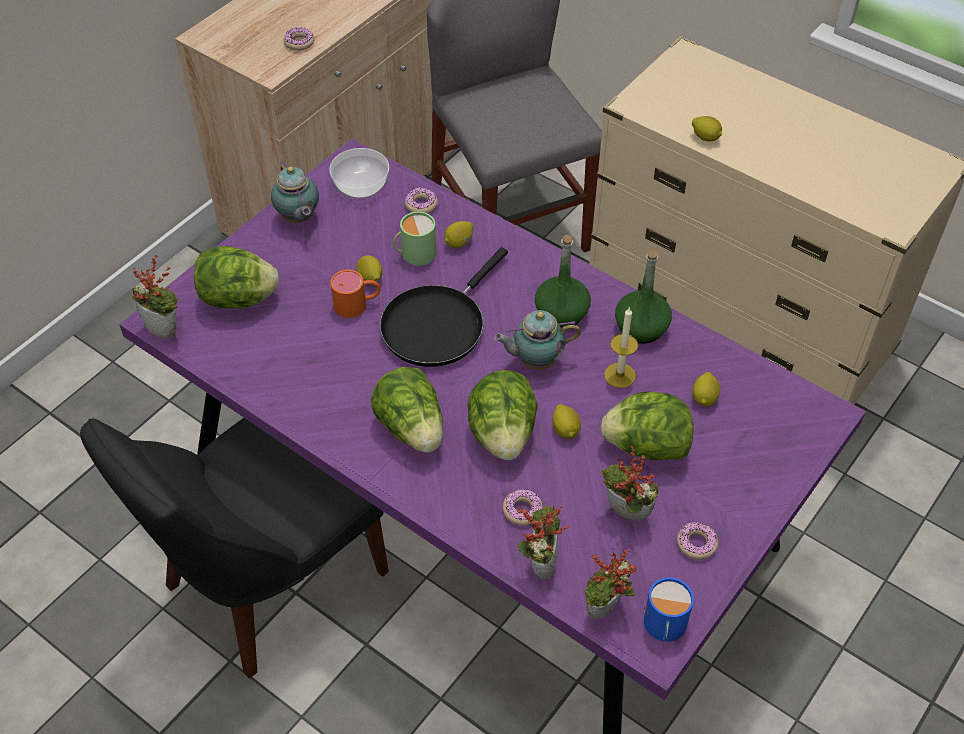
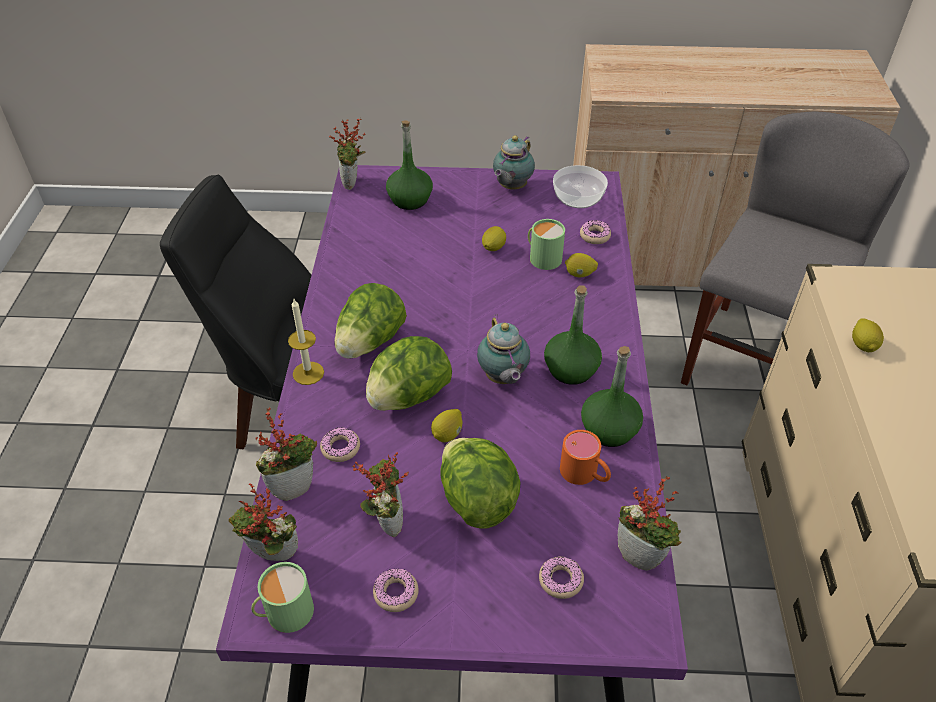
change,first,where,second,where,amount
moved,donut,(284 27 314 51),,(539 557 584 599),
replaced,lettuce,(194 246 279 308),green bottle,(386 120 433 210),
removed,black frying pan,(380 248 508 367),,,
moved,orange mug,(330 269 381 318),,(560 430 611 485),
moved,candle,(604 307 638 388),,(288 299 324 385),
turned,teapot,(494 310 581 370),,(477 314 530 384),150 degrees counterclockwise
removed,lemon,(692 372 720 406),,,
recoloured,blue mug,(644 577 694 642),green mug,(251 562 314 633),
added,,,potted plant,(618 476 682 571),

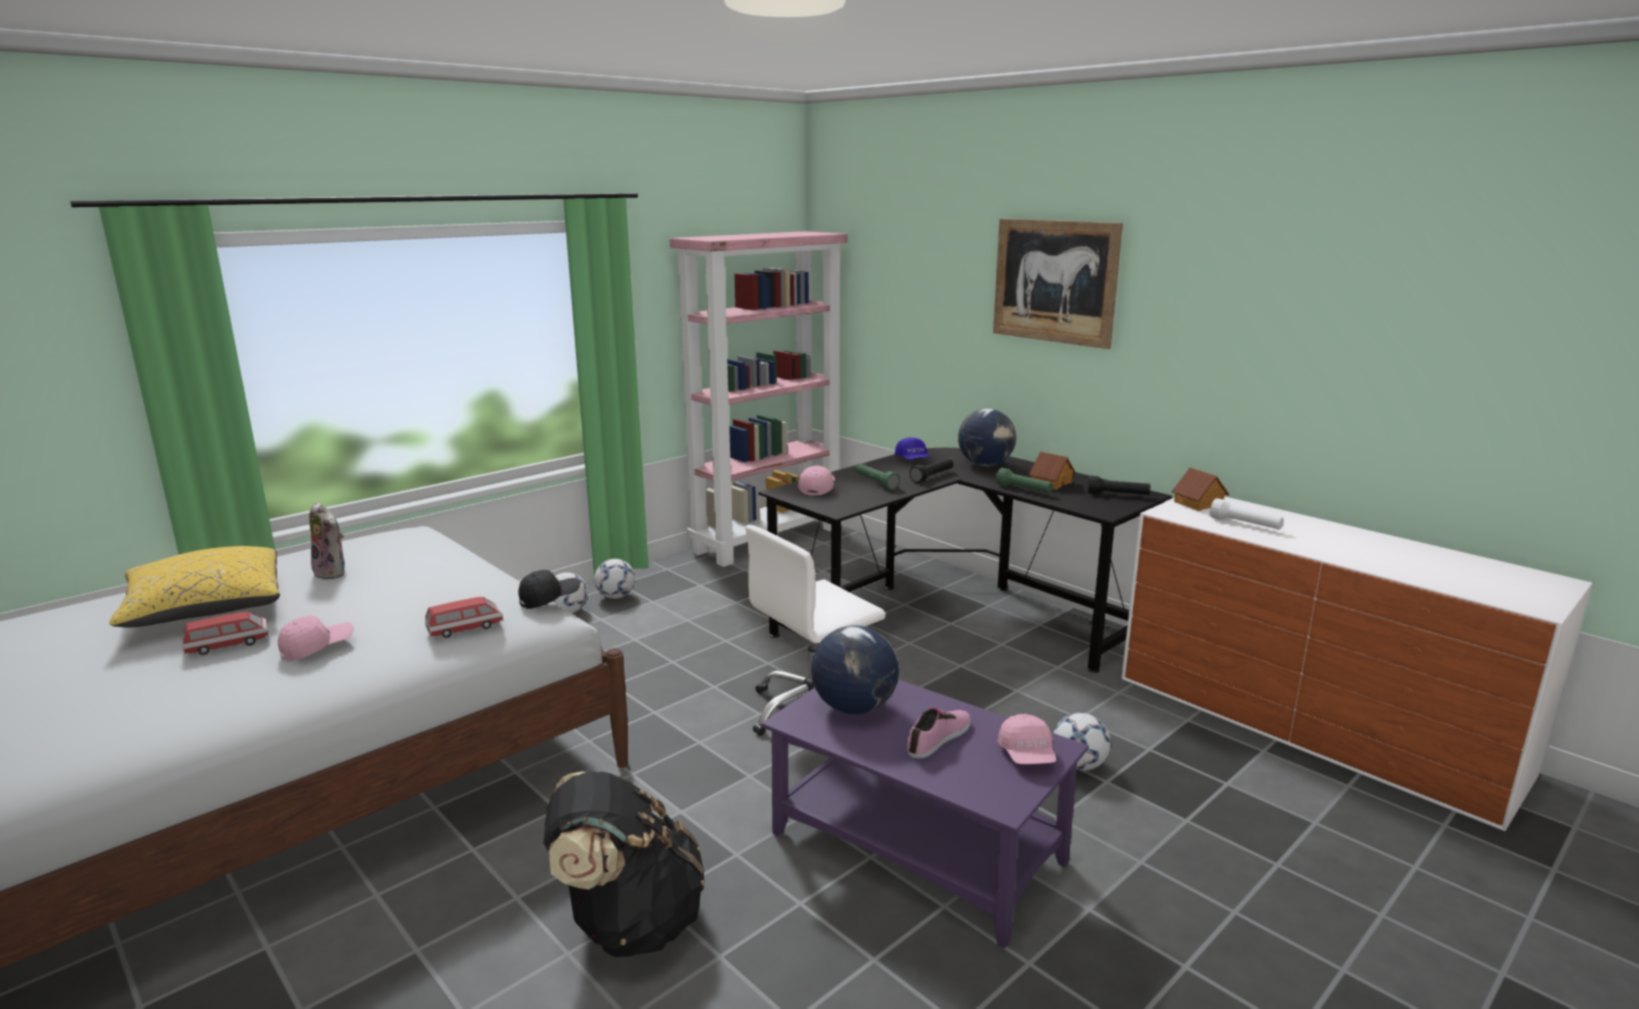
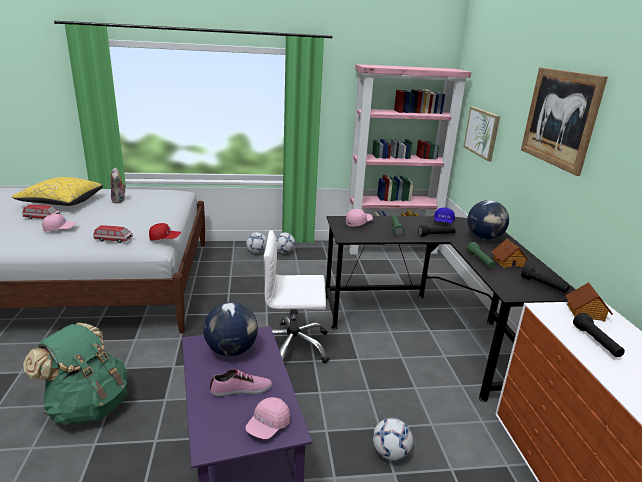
change,first,where,second,where,amount
recoloured,white flashlight,(1210 498 1284 530),black flashlight,(573 313 625 357),
recoloured,black cap,(518 570 580 609),red cap,(149 223 181 241),
recoloured,black backpack,(544 771 705 957),green backpack,(23 323 127 425),
added,,,picture,(464 107 500 161),

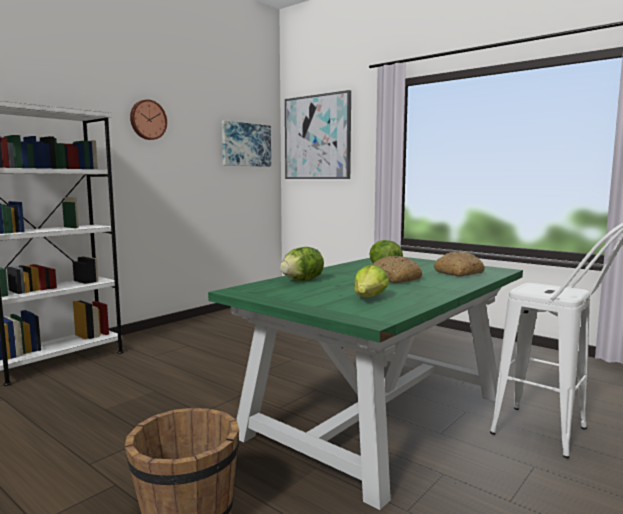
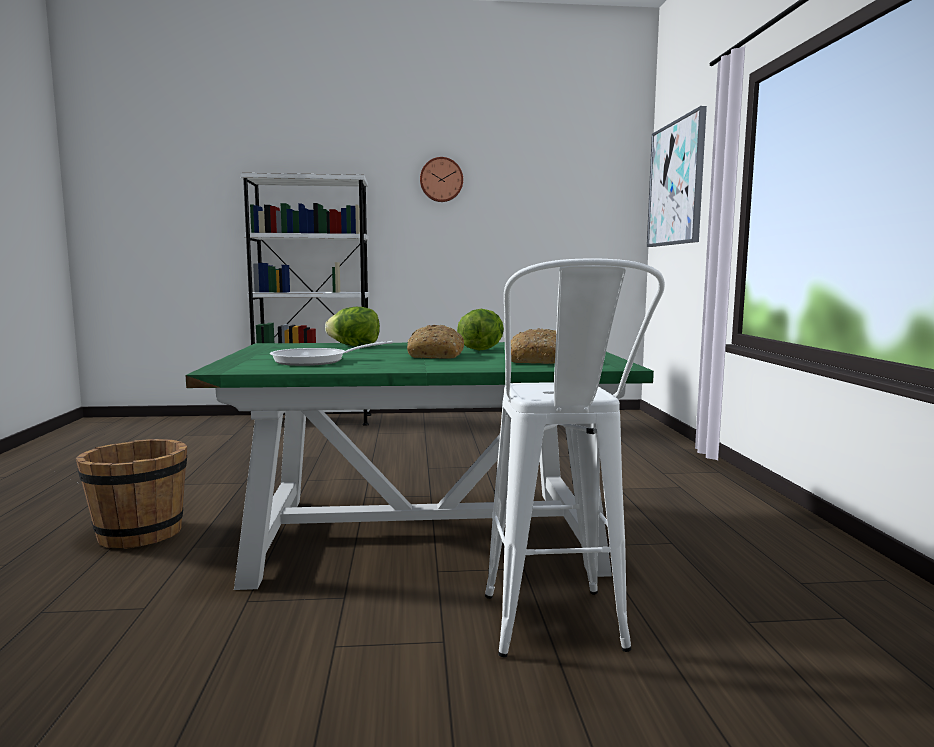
change,first,where,second,where,amount
removed,picture,(222 120 271 167),,,
replaced,lettuce,(354 265 390 297),frying pan,(270 341 393 366),

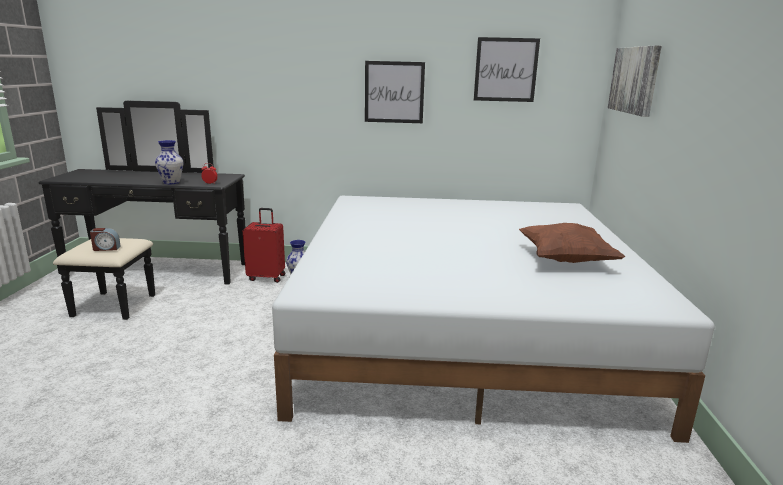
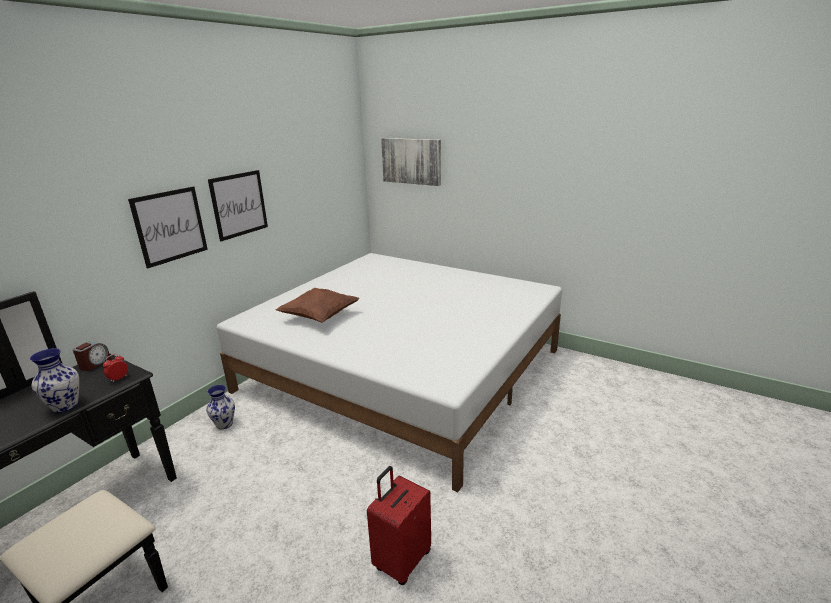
change,first,where,second,where,amount
moved,picture,(474 37 540 102),,(128 186 208 268),
moved,red suitcase,(243 208 285 283),,(367 466 431 585),
moved,brown pillow,(519 223 625 263),,(276 288 360 323),
moved,alarm clock,(90 228 121 251),,(73 342 111 371),

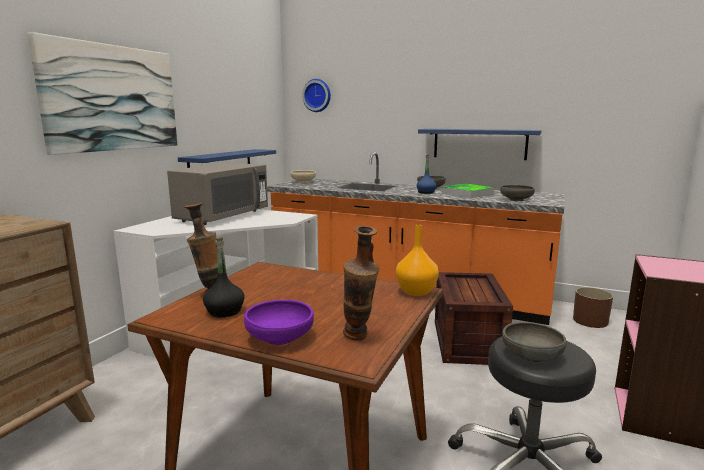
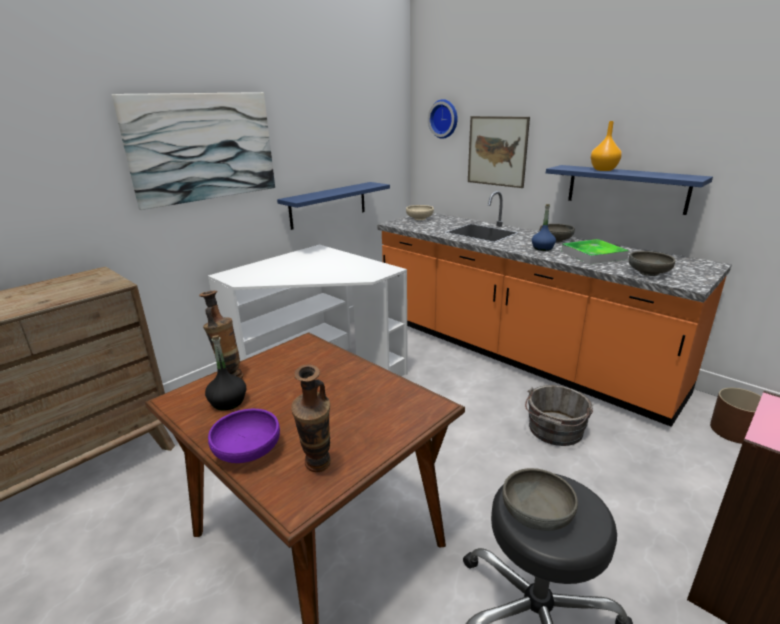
change,first,where,second,where,amount
removed,grey microwave,(167 163 268 225),,,
moved,orange vase,(396 225 439 296),,(591 121 622 171),
replaced,crate,(435 272 513 365),grey bucket,(525 385 593 446),
added,,,picture,(468 116 530 188),

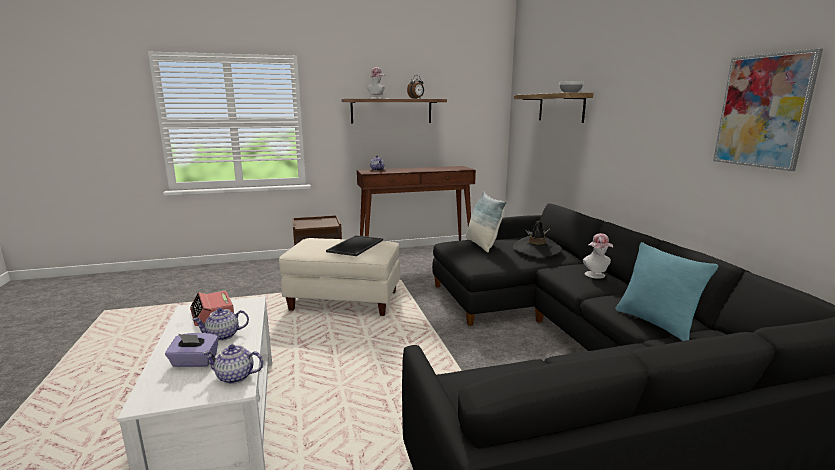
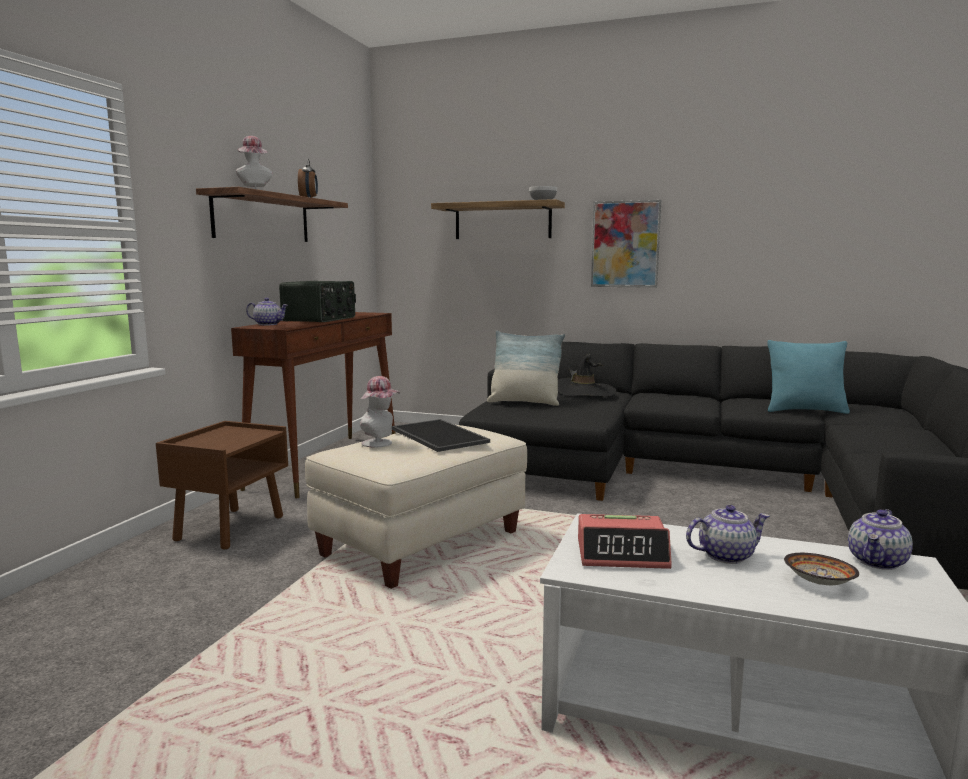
change,first,where,second,where,amount
moved,picture,(713 49 823 171),,(591 200 661 288),
moved,hat,(583 233 613 279),,(360 376 400 447),
turned,teapot,(192 308 249 341),,(686 505 770 564),120 degrees counterclockwise
replaced,purple tissue box,(165 333 219 367),bowl,(784 553 859 585),
added,,,radio,(279 281 356 322),

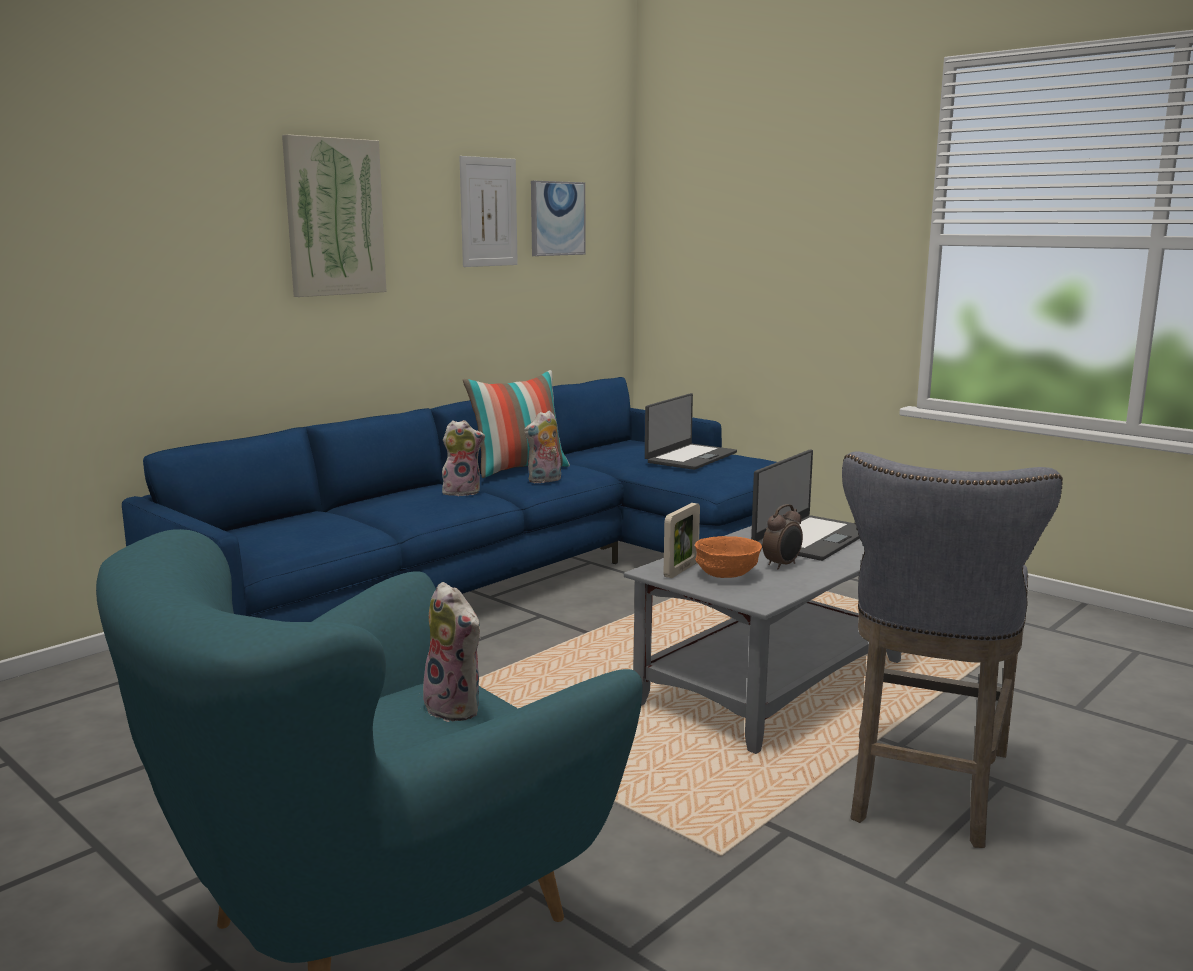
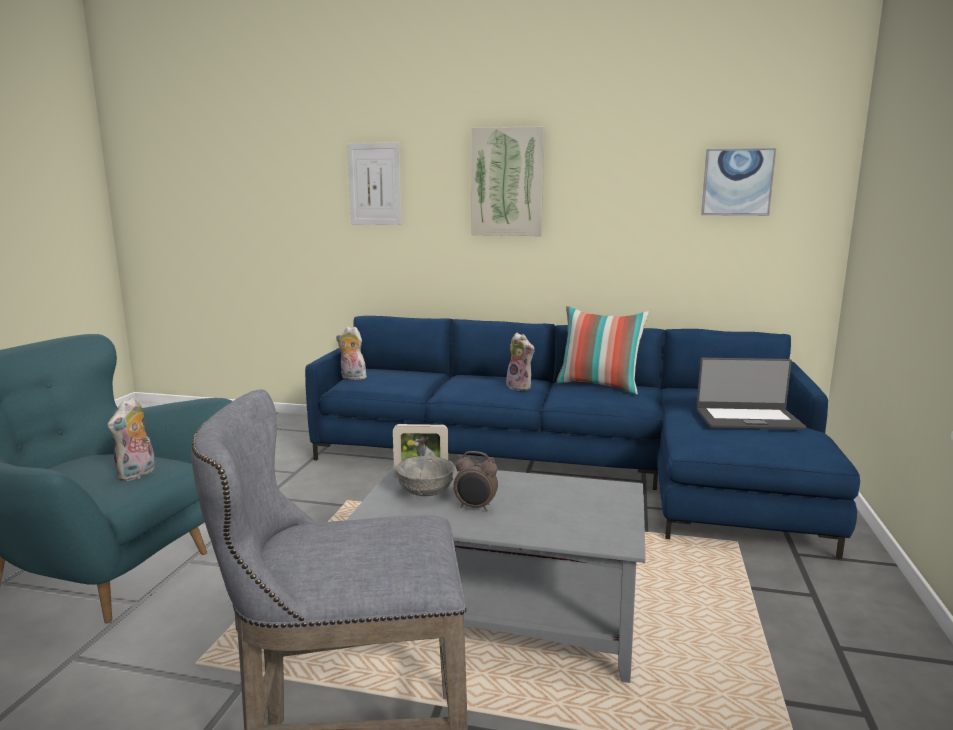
change,first,where,second,where,amount
moved,picture,(459 156 518 267),,(347 143 402 225),
moved,plush toy,(524 411 561 483),,(336 327 367 380),
removed,laptop,(751 450 860 561),,,
recoloured,orange bowl,(695 536 762 578),grey bowl,(396 456 455 496),

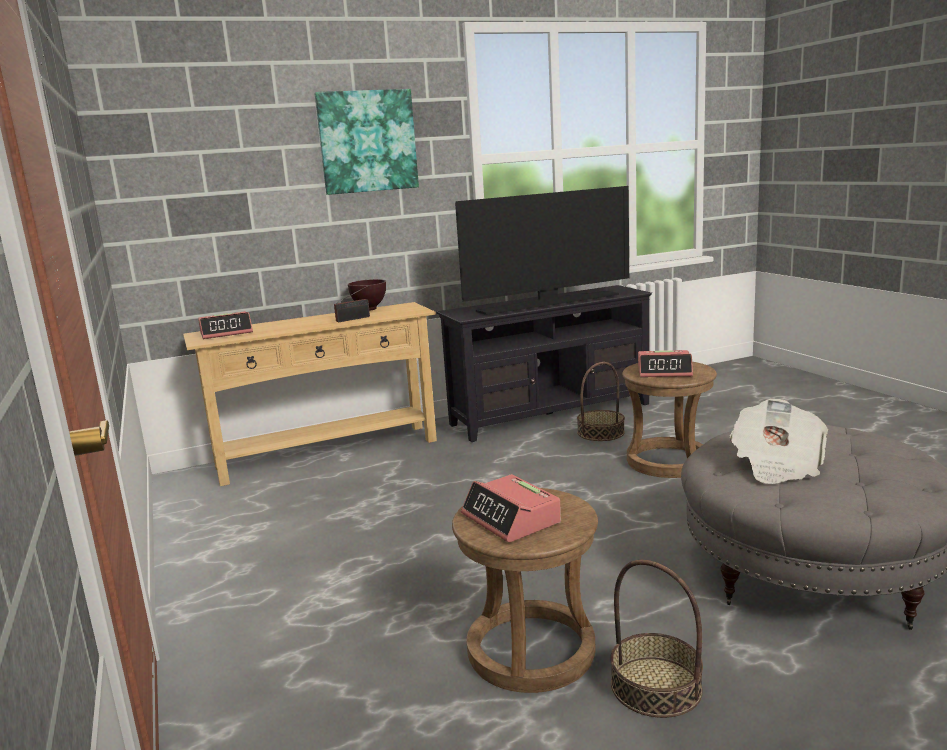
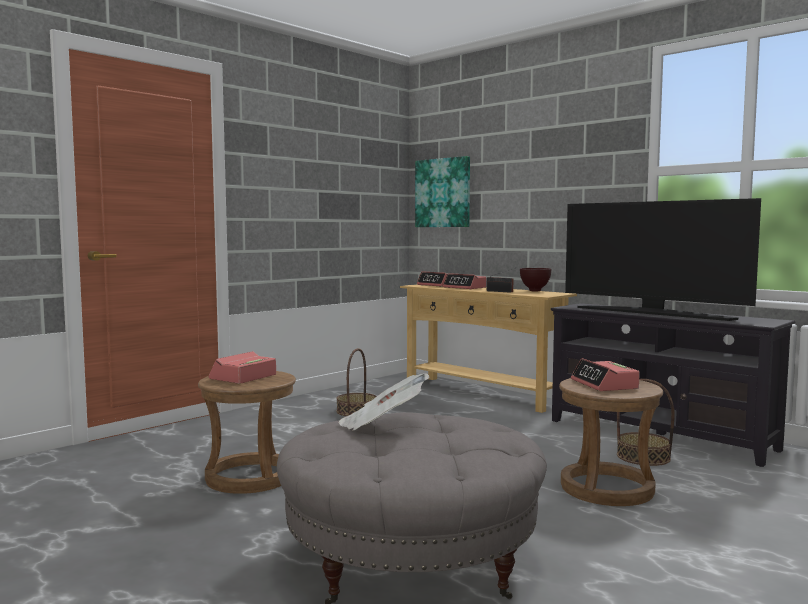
change,first,where,second,where,amount
moved,picture,(315 89 419 195),,(415 156 470 227),
moved,basket,(610 560 703 718),,(336 348 377 416),
added,,,alarm clock,(443 273 486 289),

